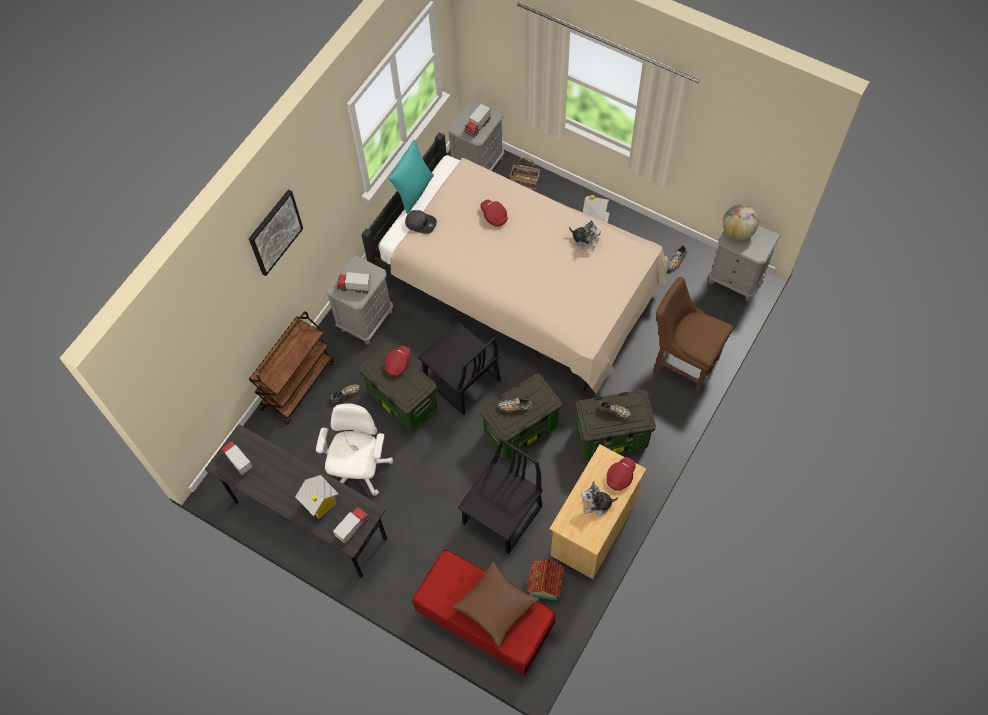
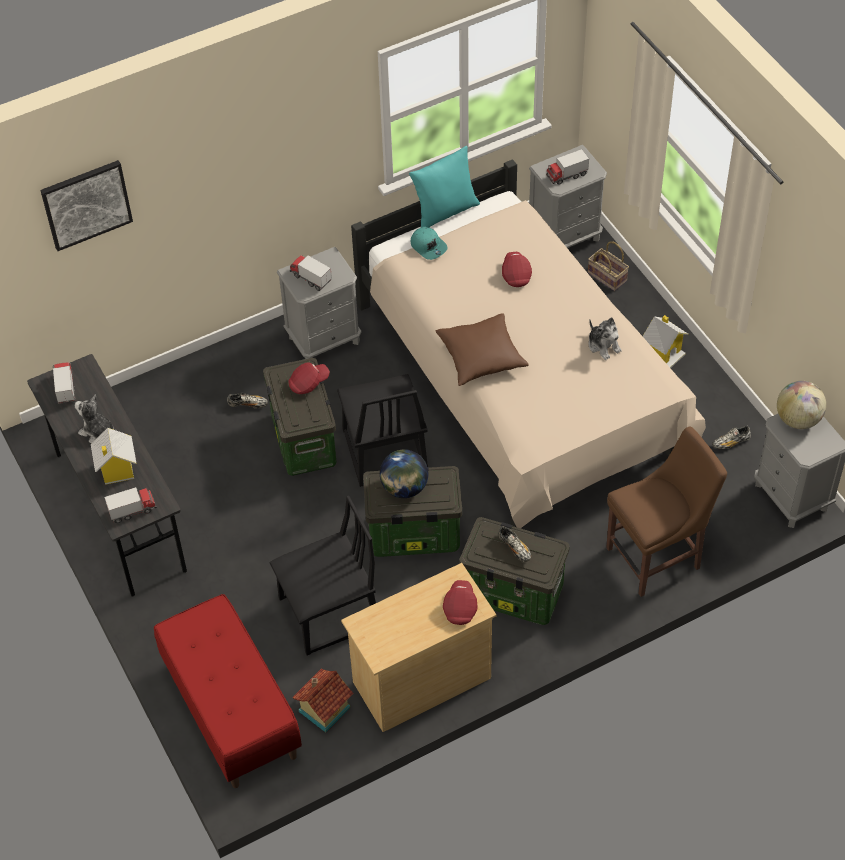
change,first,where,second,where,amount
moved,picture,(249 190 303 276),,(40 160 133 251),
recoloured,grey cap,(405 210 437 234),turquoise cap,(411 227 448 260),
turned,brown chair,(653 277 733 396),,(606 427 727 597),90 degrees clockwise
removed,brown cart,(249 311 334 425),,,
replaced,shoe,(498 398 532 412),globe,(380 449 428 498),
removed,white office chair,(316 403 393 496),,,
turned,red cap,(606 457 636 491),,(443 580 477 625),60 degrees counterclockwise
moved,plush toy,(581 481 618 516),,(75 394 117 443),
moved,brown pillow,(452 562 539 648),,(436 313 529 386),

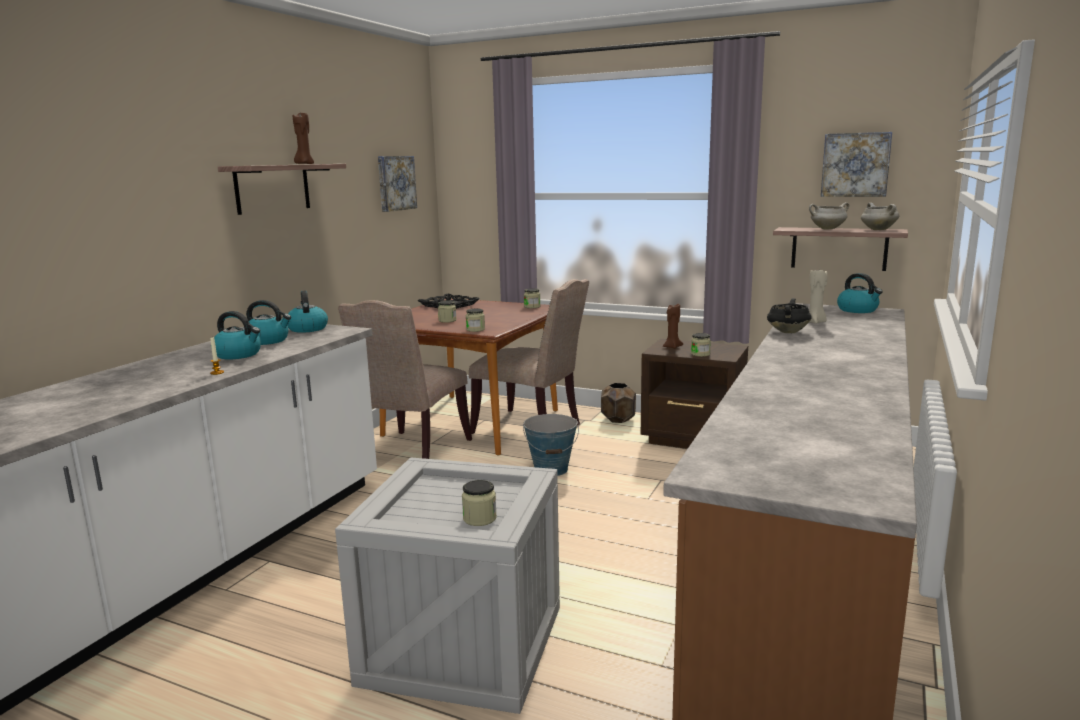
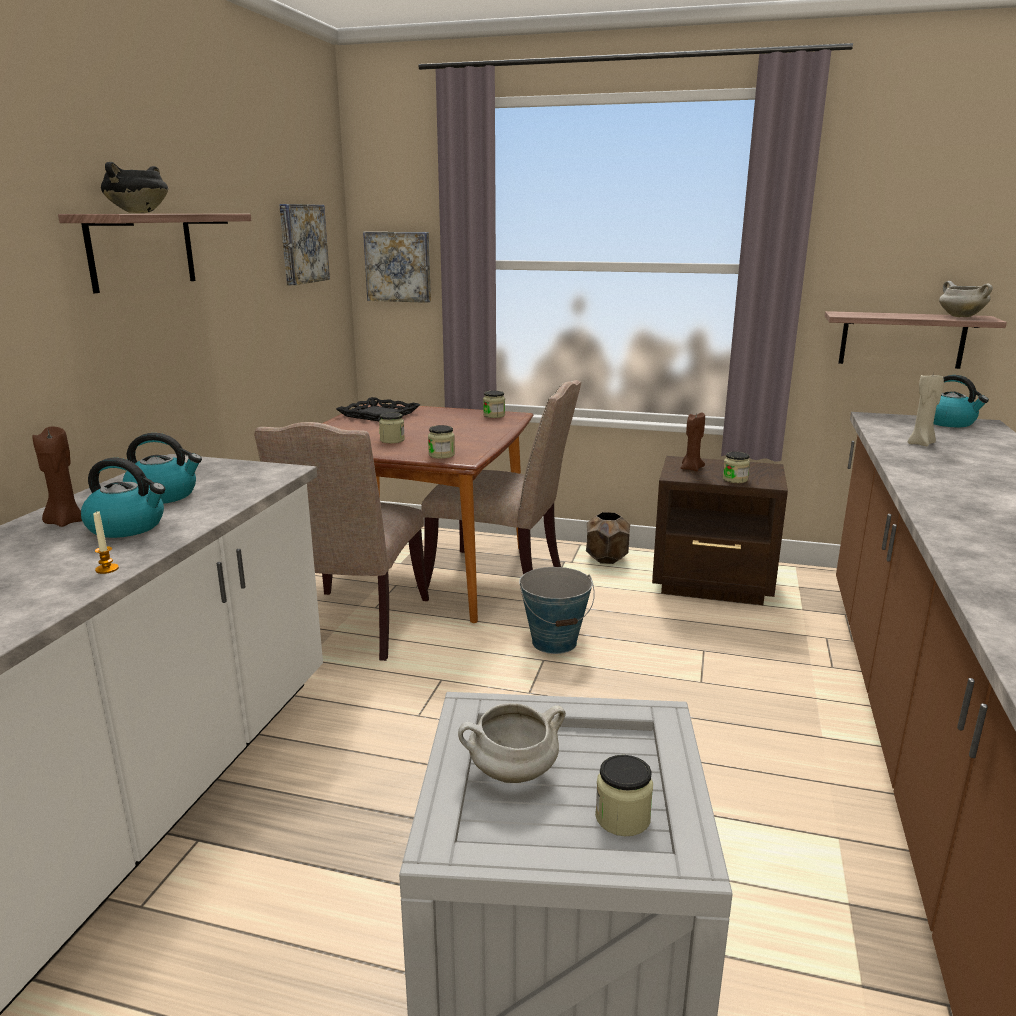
change,first,where,second,where,amount
moved,brown candle,(293 113 314 164),,(32 427 82 527),
moved,picture,(821 132 892 197),,(363 232 431 303),
moved,white cooking pot,(809 202 849 230),,(458 703 566 783),
removed,kettle,(288 291 328 333),,,
moved,black cooking pot,(767 298 812 333),,(101 162 168 213),

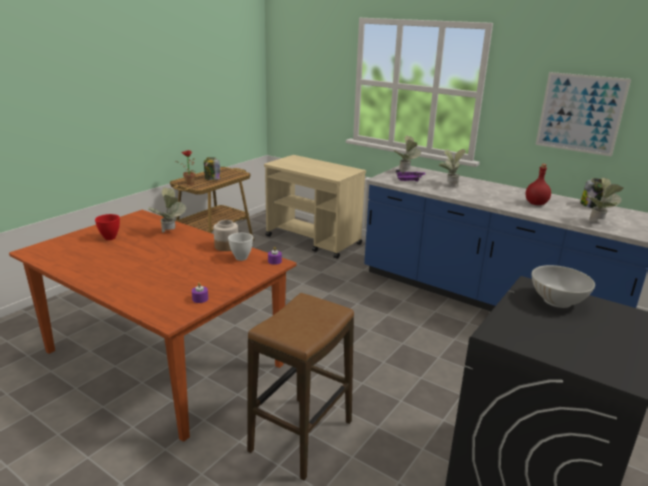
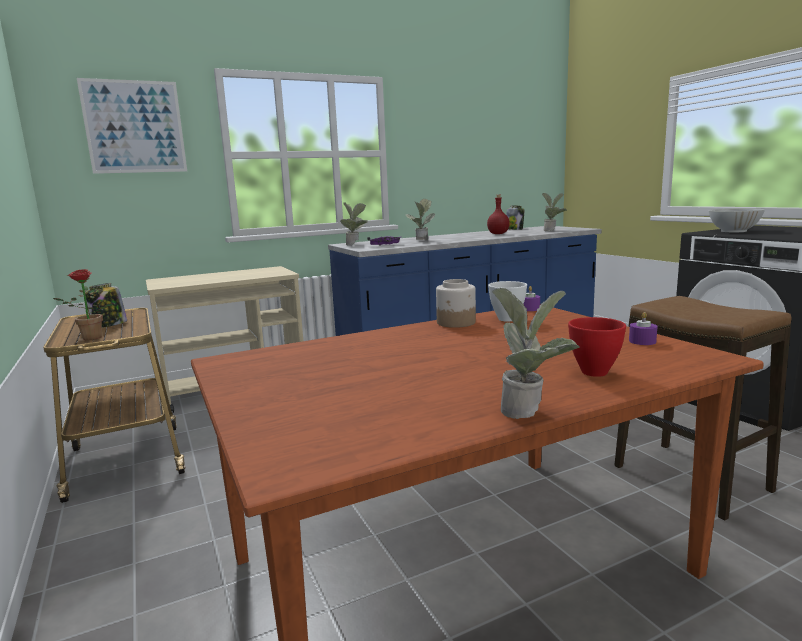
change,first,where,second,where,amount
moved,picture,(535 72 631 157),,(77 78 187 174),
moved,potted plant,(148 187 186 233),,(492 288 580 419),
moved,red bowl,(95 214 120 240),,(568 317 626 377),

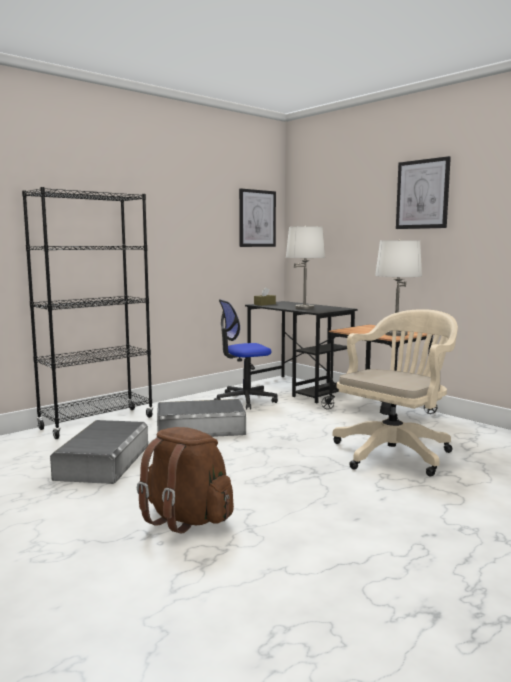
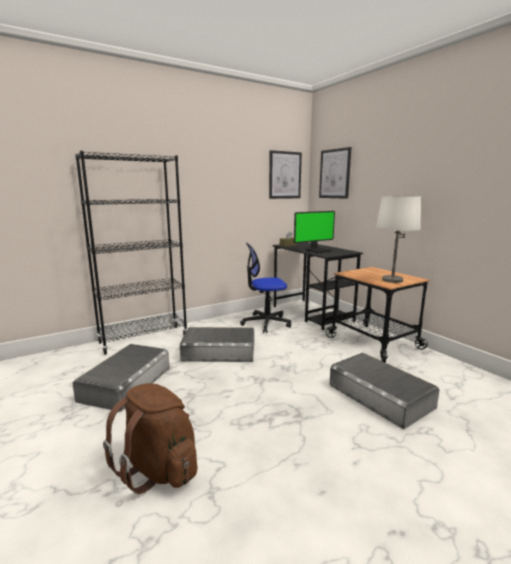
change,first,where,second,where,amount
moved,picture,(396 156 451 229),,(319 147 351 199),
replaced,white table lamp,(286 226 325 310),monitor,(294 211 335 253),
replaced,beige office chair,(332 309 458 476),grey storage box,(329 353 439 429),

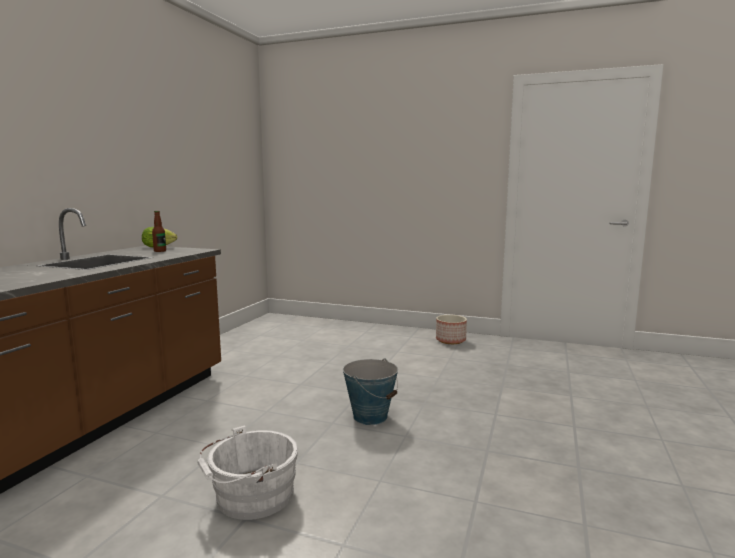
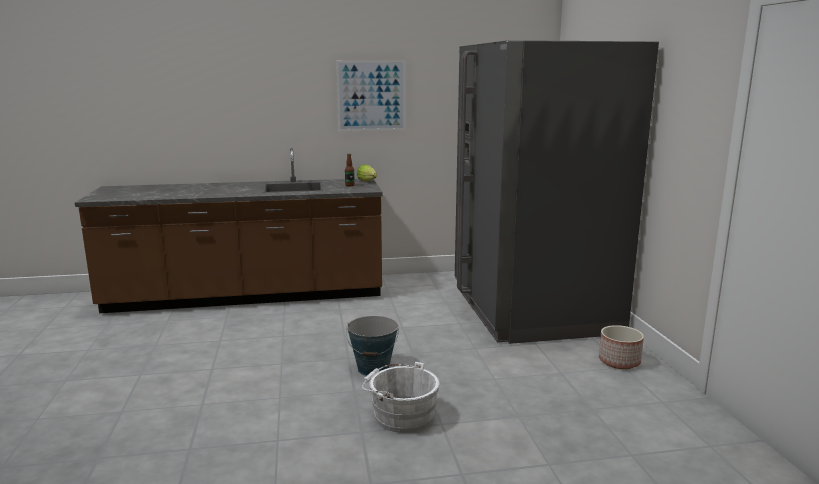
change,first,where,second,where,amount
moved,white bucket,(197 425 298 520),,(362 362 439 433),
added,,,grey fridge,(455 40 659 344),
added,,,picture,(336 60 406 131),

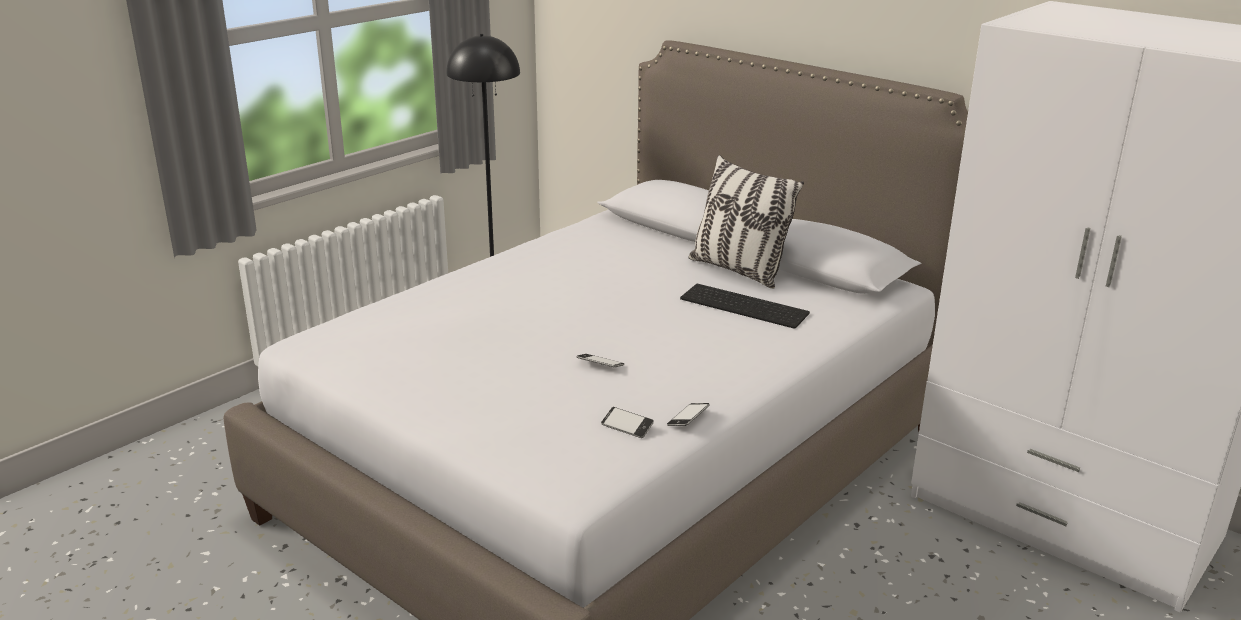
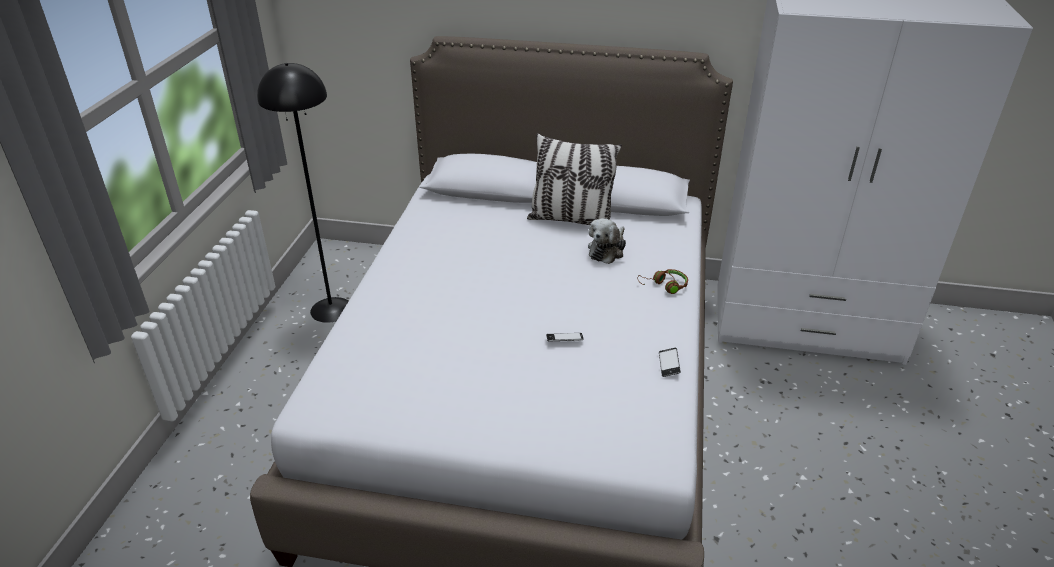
change,first,where,second,where,amount
replaced,keyboard,(680 284 810 329),plush toy,(588 218 626 264),
removed,phone,(601 407 654 438),,,
added,,,brown headphones,(637 269 688 294),

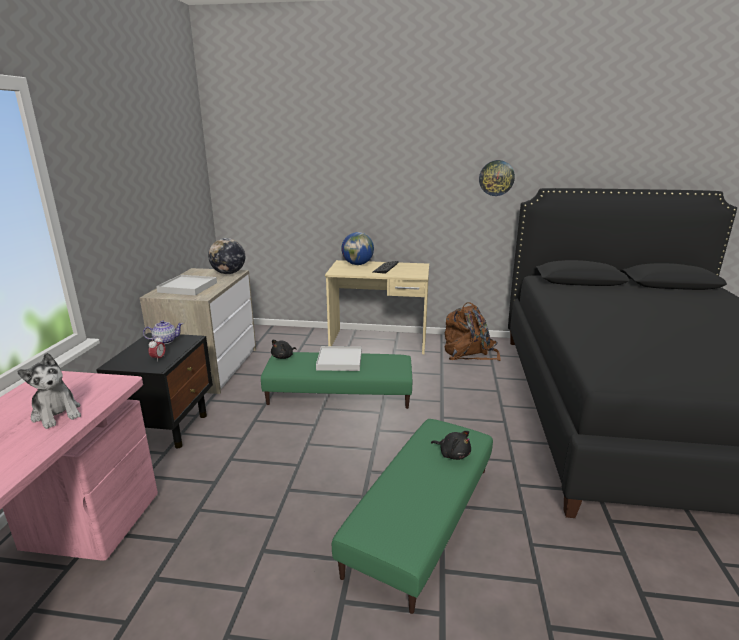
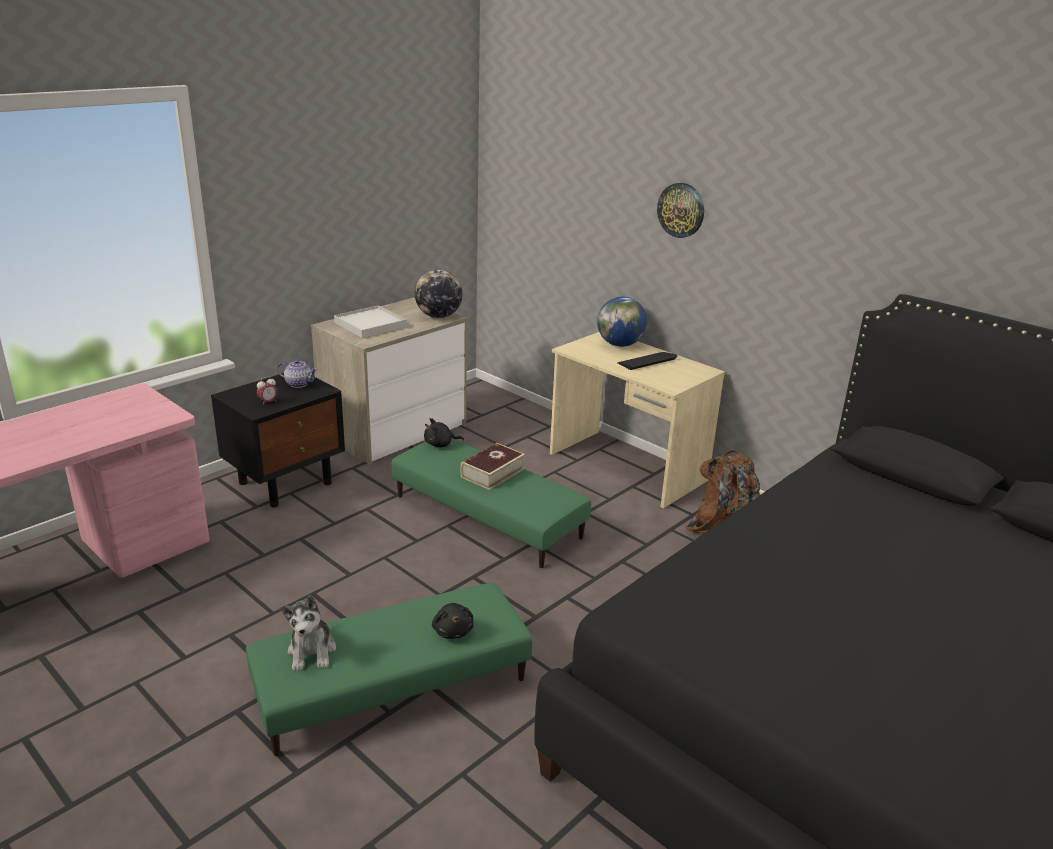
change,first,where,second,where,amount
moved,wall clock,(479 160 515 196),,(657 183 704 238),
replaced,white tray,(316 346 362 371),book,(460 443 525 490),
moved,plush toy,(17 353 81 429),,(281 595 336 671),

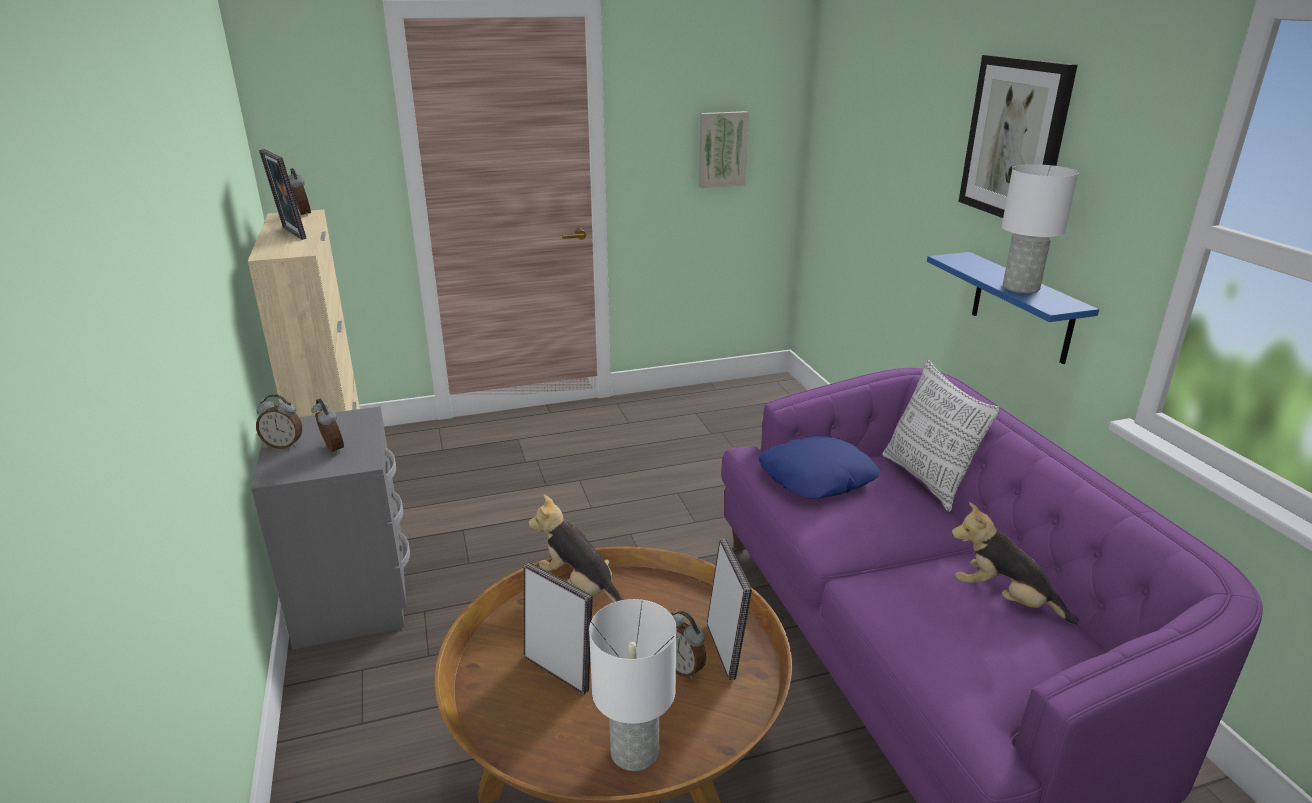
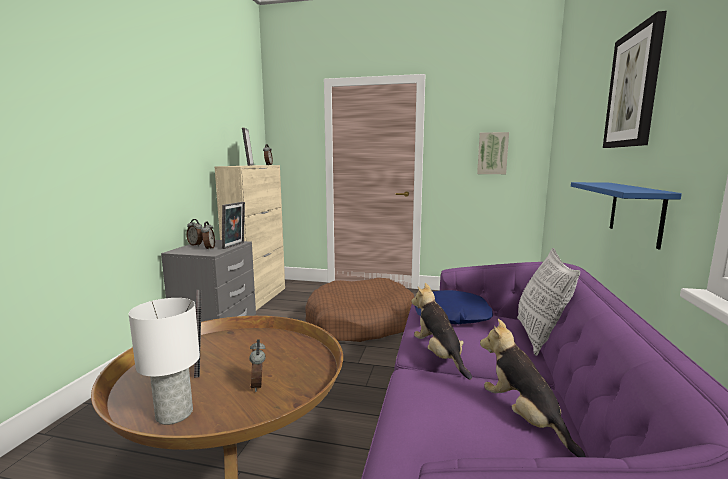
change,first,where,second,where,amount
removed,white table lamp,(1002 164 1079 293),,,
moved,plush toy,(528 495 624 602),,(411 283 472 379),
moved,picture frame,(707 538 752 680),,(222 202 245 249),
added,,,brown dog bed,(305 278 414 342),

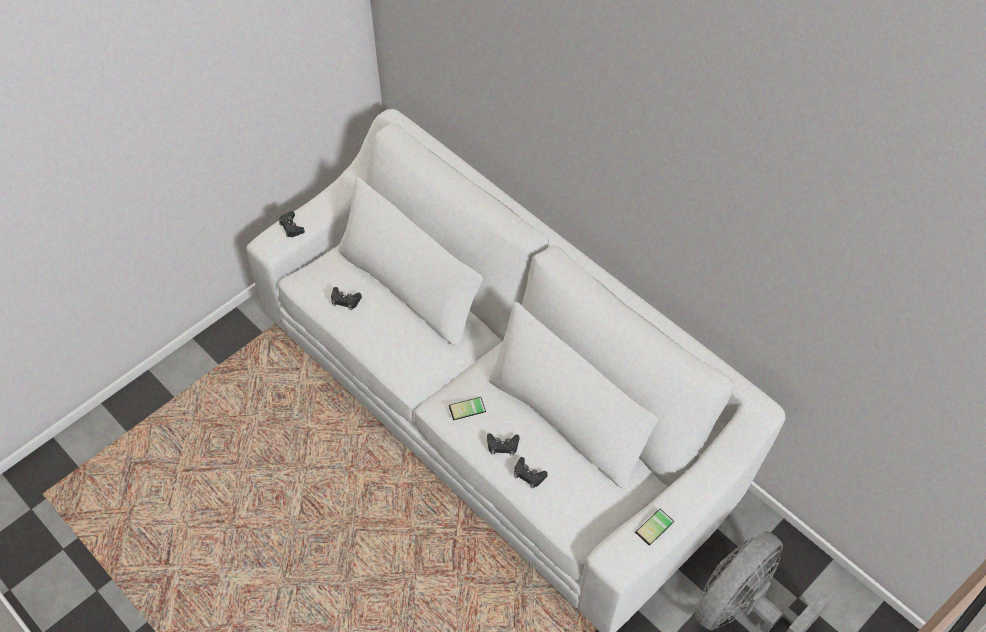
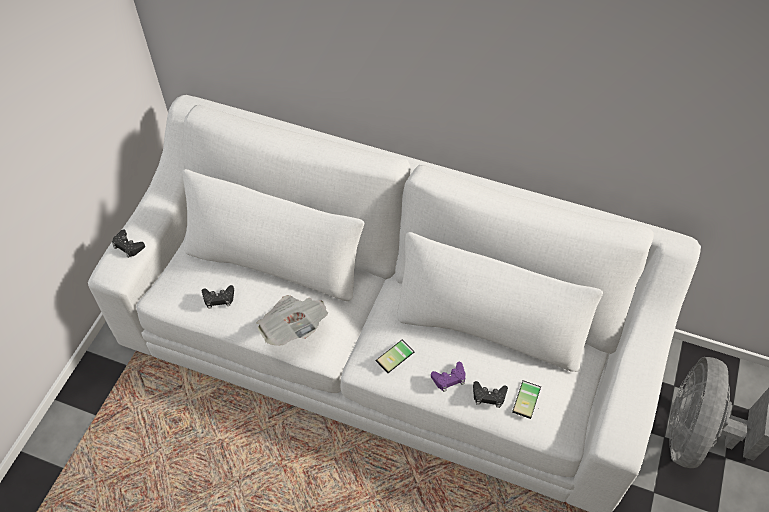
change,first,where,second,where,amount
recoloured,black game controller,(487 433 519 456),purple game controller,(431 362 466 392),
moved,phone,(635 509 674 546),,(512 380 541 419),
added,,,newspaper,(256 295 328 346),

